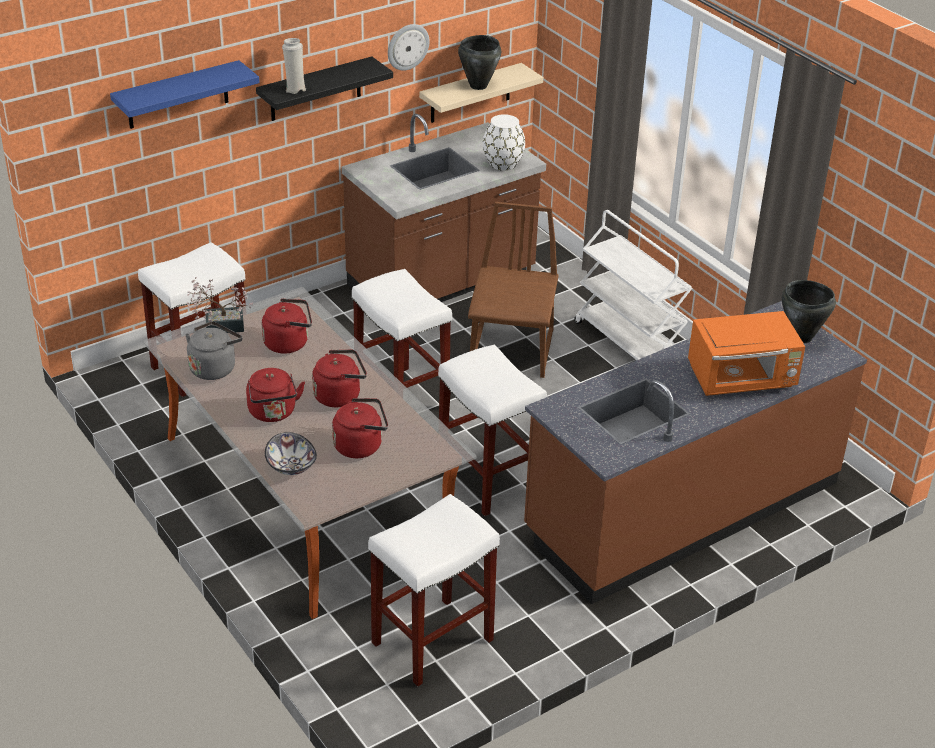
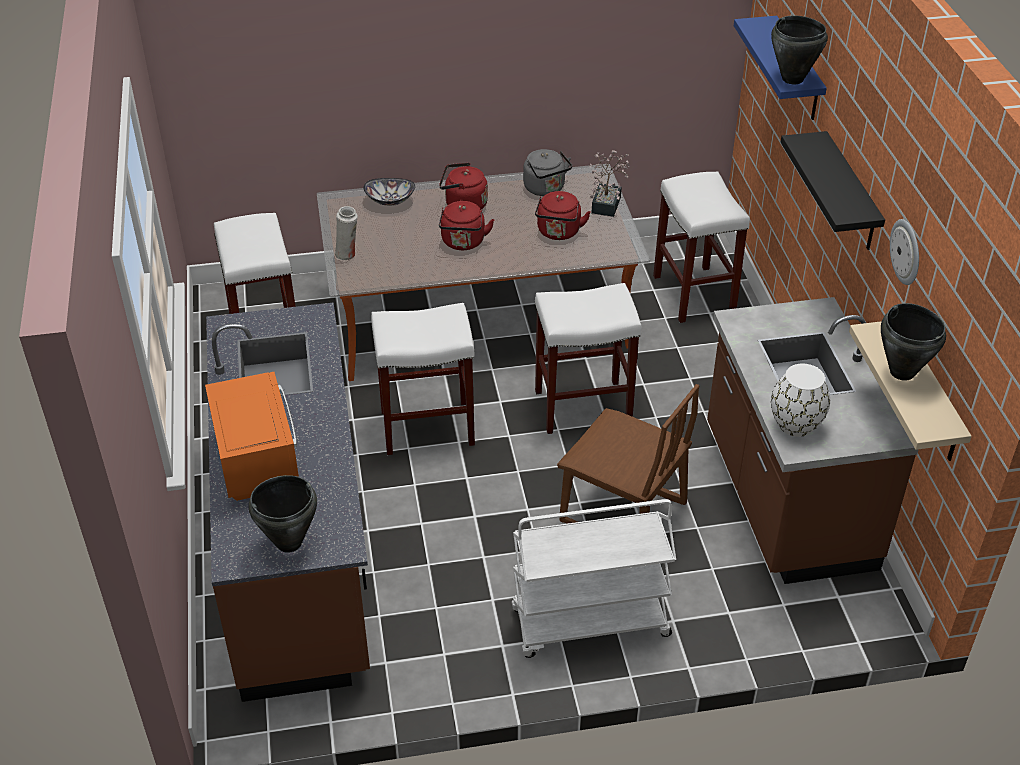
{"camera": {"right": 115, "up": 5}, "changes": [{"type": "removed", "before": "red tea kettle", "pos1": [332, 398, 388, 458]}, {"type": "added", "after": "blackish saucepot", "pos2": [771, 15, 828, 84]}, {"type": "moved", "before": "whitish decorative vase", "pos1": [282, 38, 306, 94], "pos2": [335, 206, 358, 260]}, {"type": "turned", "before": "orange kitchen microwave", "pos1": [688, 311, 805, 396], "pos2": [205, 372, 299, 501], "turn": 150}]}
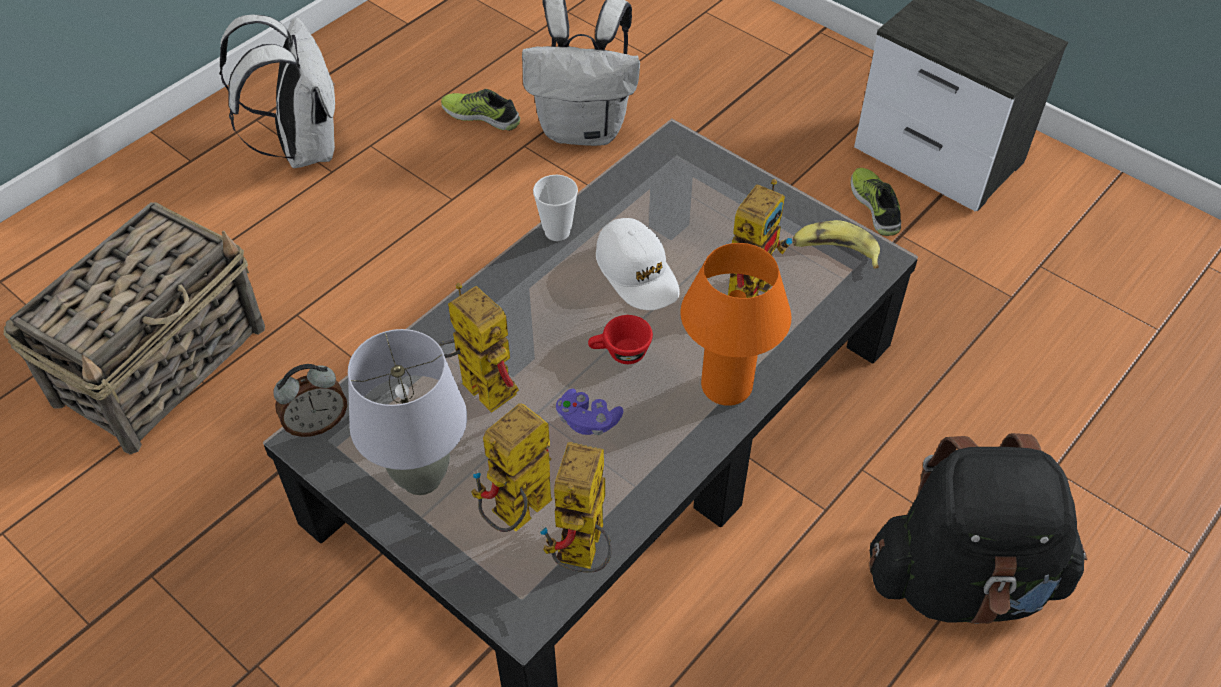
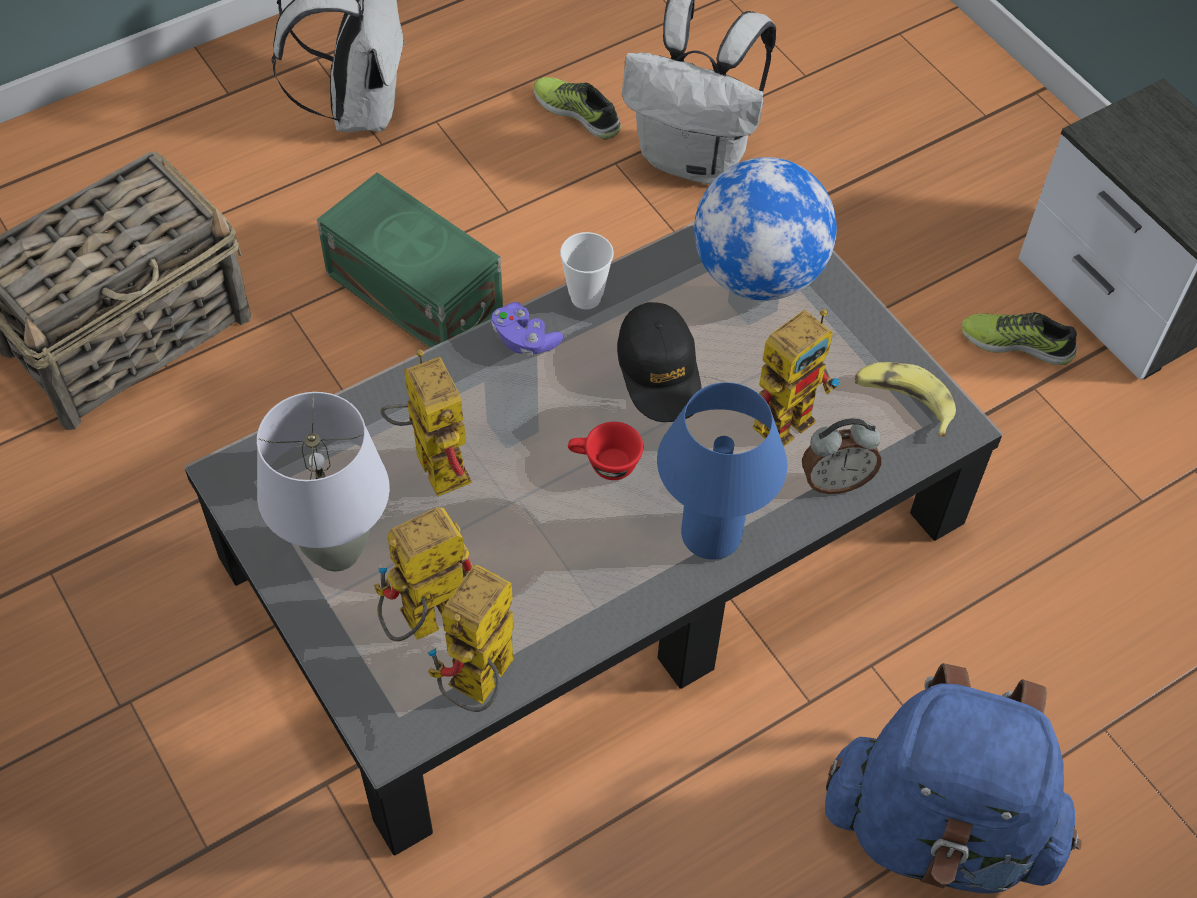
{"camera": {"right": 15, "up": 5}, "changes": [{"type": "added", "after": "green storage bin", "pos2": [317, 172, 503, 348]}, {"type": "added", "after": "world globe", "pos2": [694, 157, 837, 301]}, {"type": "moved", "before": "alarm clock", "pos1": [273, 364, 347, 437], "pos2": [802, 418, 881, 494]}, {"type": "moved", "before": "purple-coloured joypad", "pos1": [556, 389, 623, 436], "pos2": [492, 302, 563, 356]}, {"type": "recoloured", "before": "whitish cap", "after": "blackish cap", "pos1": [596, 218, 680, 310], "pos2": [617, 302, 702, 422]}, {"type": "recoloured", "before": "orange table lamp", "after": "blue table lamp", "pos1": [681, 243, 792, 406], "pos2": [657, 382, 788, 560]}, {"type": "recoloured", "before": "blackish rucksack", "after": "blue rucksack", "pos1": [869, 433, 1087, 624], "pos2": [825, 663, 1082, 894]}, {"type": "turned", "before": "low shoe", "pos1": [851, 168, 901, 236], "pos2": [962, 312, 1077, 365], "turn": -75}]}
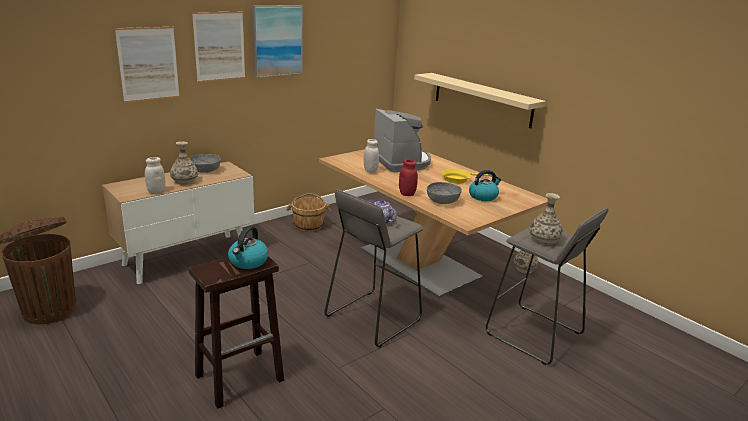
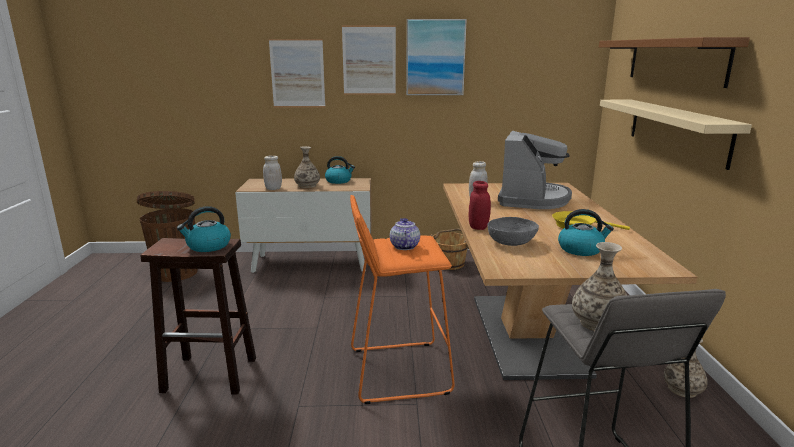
{"camera": {"right": 40, "up": -5}, "changes": [{"type": "added", "after": "brown bracket shelf", "pos2": [599, 37, 750, 88]}, {"type": "replaced", "before": "grey bowl", "after": "tea kettle", "pos1": [190, 154, 221, 173], "pos2": [325, 156, 355, 184]}, {"type": "recoloured", "before": "grey stool seat", "after": "orange stool seat", "pos1": [324, 189, 424, 348], "pos2": [350, 195, 455, 404]}]}
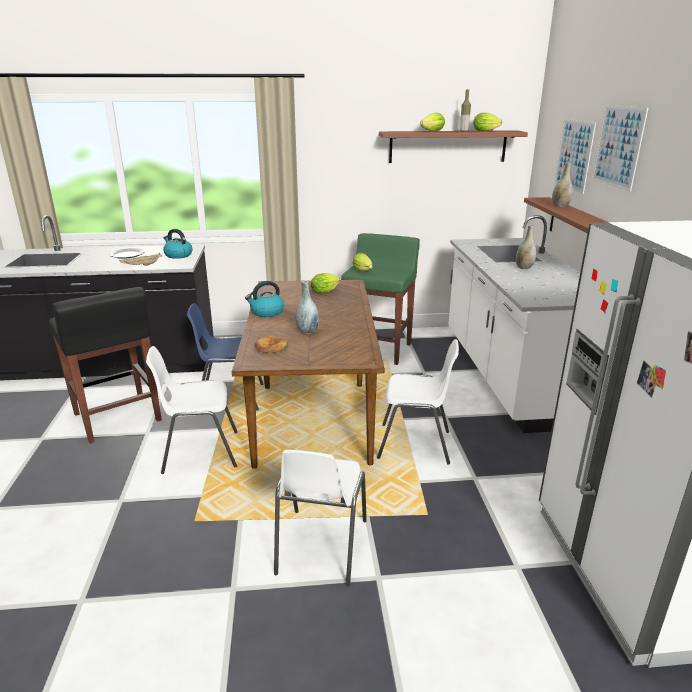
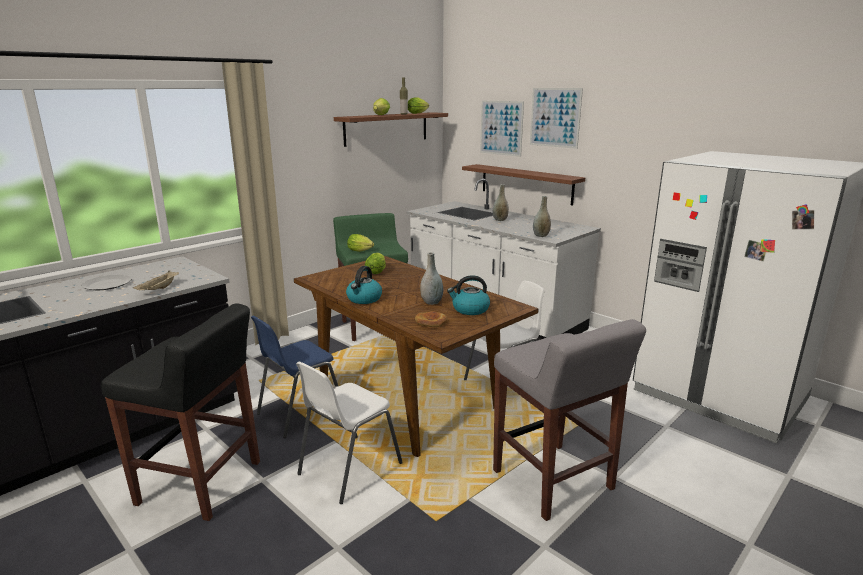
{"camera": {"right": -40, "up": -5}, "changes": [{"type": "moved", "before": "tea kettle", "pos1": [163, 229, 193, 259], "pos2": [447, 275, 490, 315]}, {"type": "moved", "before": "grey decorative vase", "pos1": [552, 162, 573, 208], "pos2": [533, 196, 551, 237]}, {"type": "replaced", "before": "whitish chair", "after": "grey stool seat", "pos1": [274, 450, 367, 586], "pos2": [493, 319, 646, 521]}]}
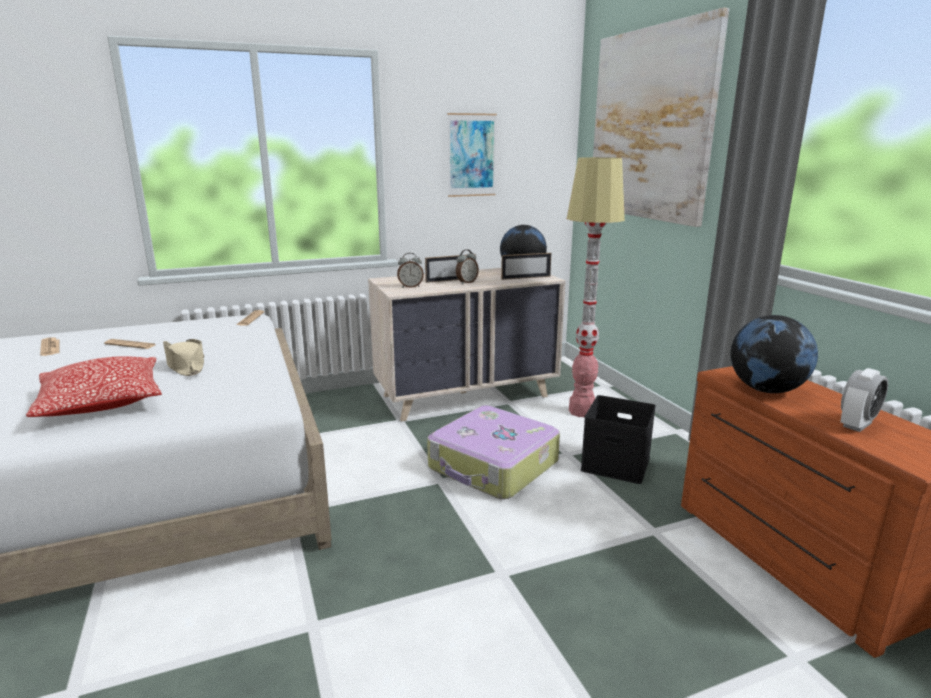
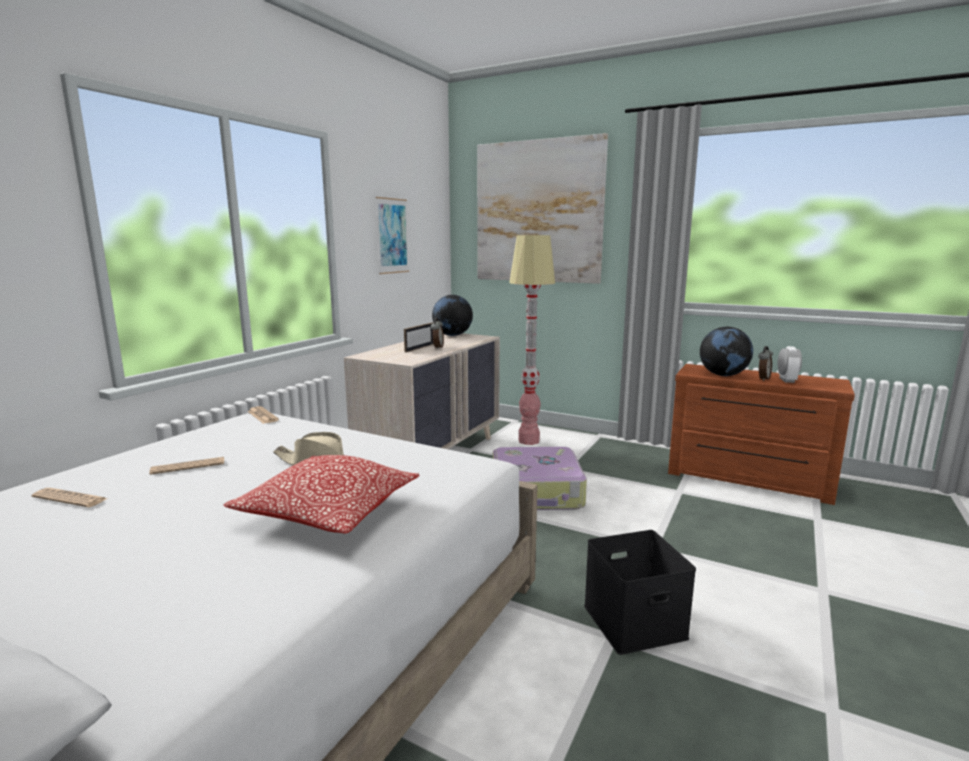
{"camera": {"right": -40, "up": -5}, "changes": [{"type": "removed", "before": "photo frame", "pos1": [501, 253, 551, 280]}, {"type": "moved", "before": "alarm clock", "pos1": [397, 253, 424, 288], "pos2": [758, 346, 773, 381]}, {"type": "moved", "before": "blackish storage bin", "pos1": [581, 395, 656, 484], "pos2": [584, 530, 696, 655]}]}
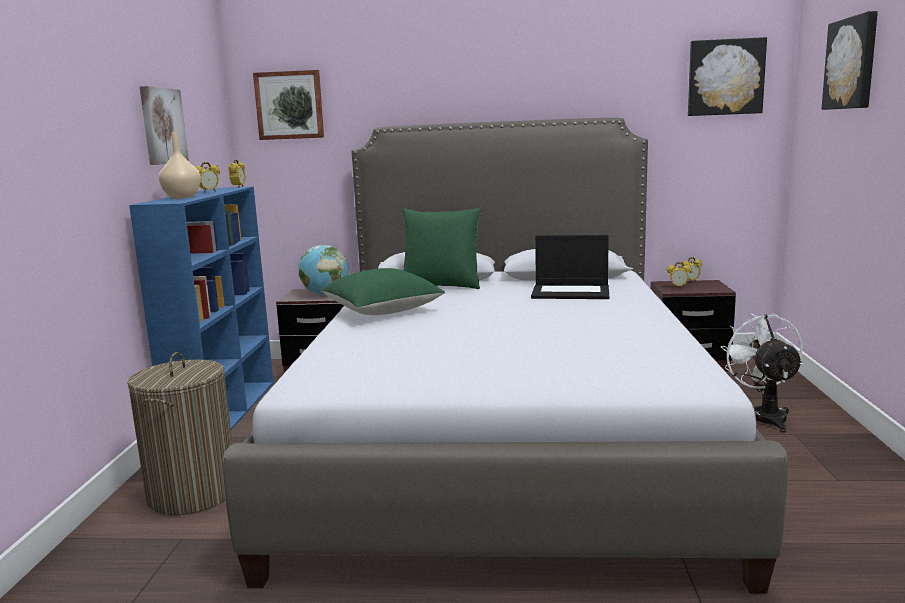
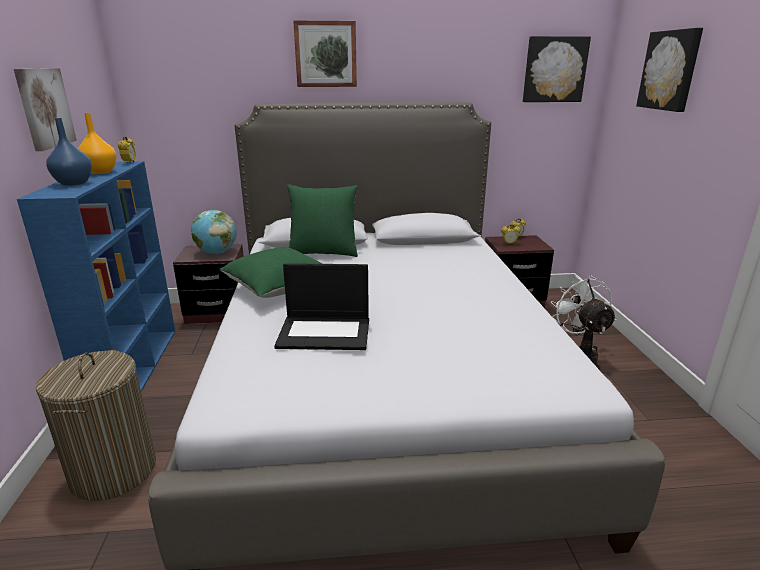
{"camera": {"right": -10, "up": 10}, "changes": [{"type": "moved", "before": "wall art", "pos1": [253, 70, 324, 140], "pos2": [293, 20, 357, 87]}, {"type": "moved", "before": "notebook computer", "pos1": [531, 235, 609, 299], "pos2": [274, 263, 369, 350]}, {"type": "replaced", "before": "alarm clock", "after": "orange decorative vase", "pos1": [195, 162, 220, 193], "pos2": [78, 113, 116, 174]}, {"type": "recoloured", "before": "sand-coloured decorative vase", "after": "blue decorative vase", "pos1": [159, 132, 201, 198], "pos2": [46, 118, 92, 186]}]}
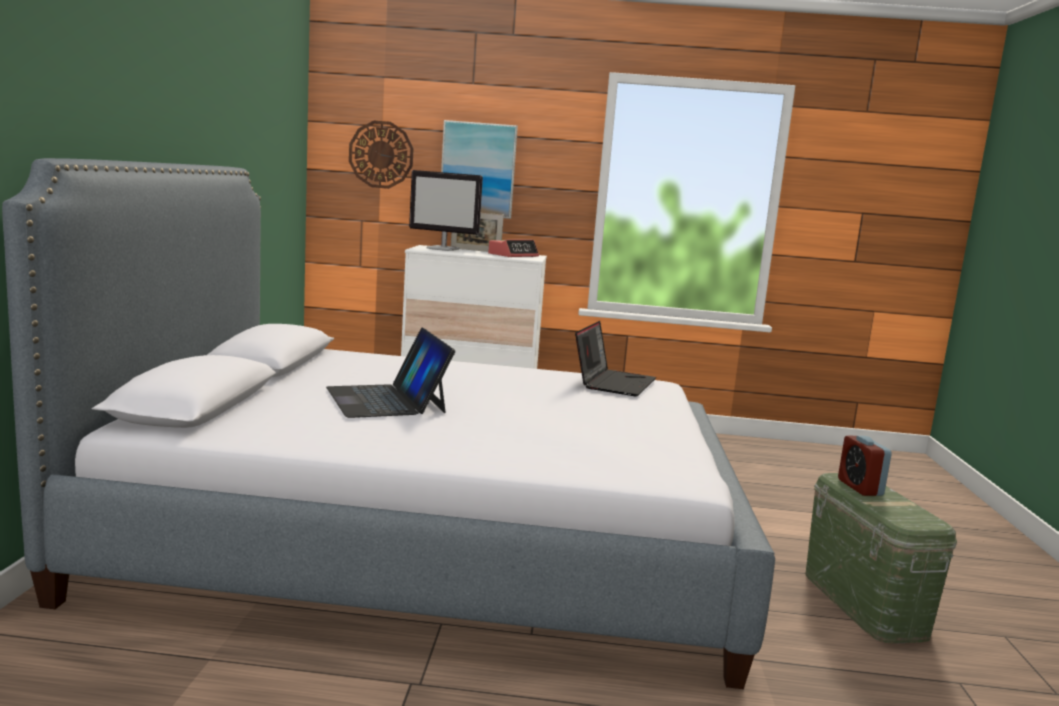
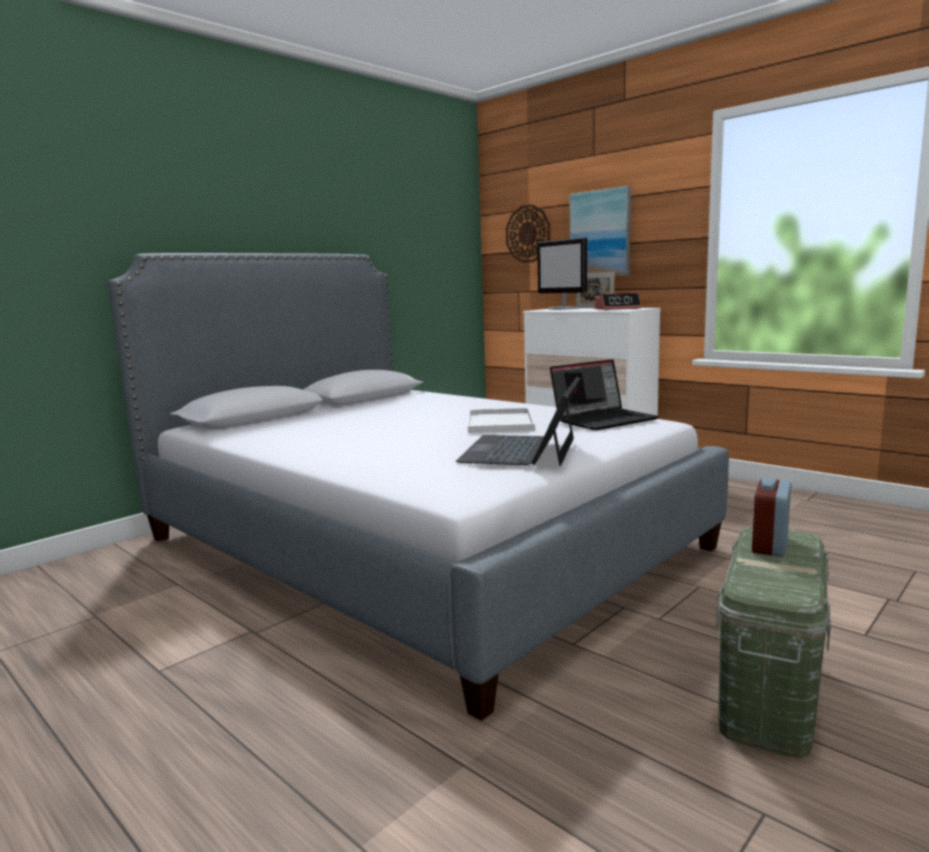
{"camera": {"right": 40, "up": 0}, "changes": [{"type": "added", "after": "whitish tray", "pos2": [468, 408, 535, 433]}, {"type": "moved", "before": "notebook computer", "pos1": [326, 328, 456, 418], "pos2": [456, 377, 580, 466]}]}
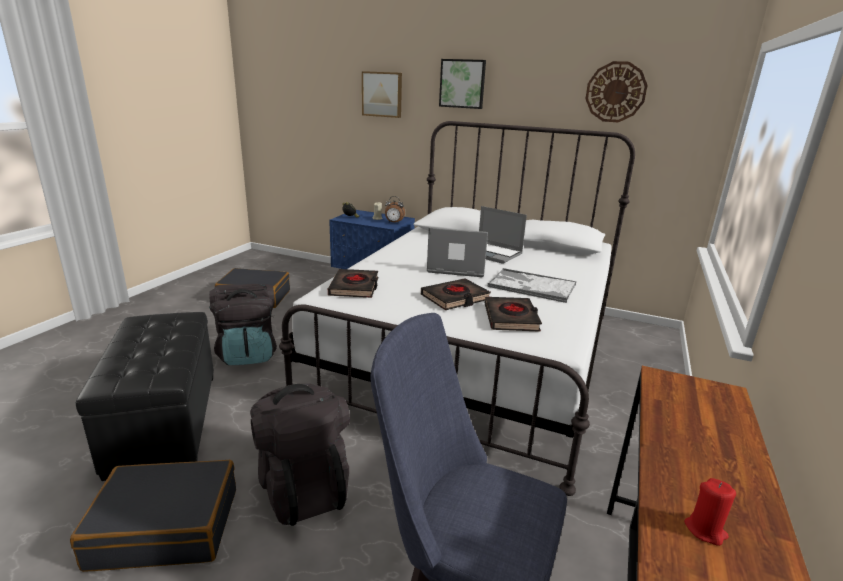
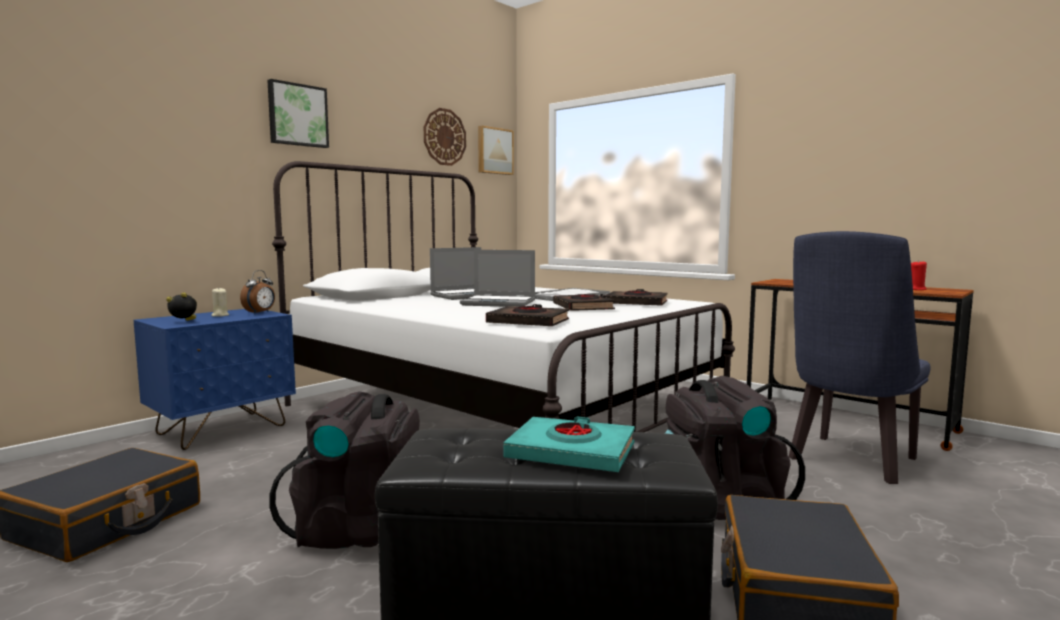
{"camera": {"right": -70, "up": -15}, "changes": [{"type": "added", "after": "blue-green bound book", "pos2": [503, 416, 635, 472]}, {"type": "moved", "before": "wall art", "pos1": [362, 71, 402, 118], "pos2": [478, 126, 514, 175]}, {"type": "turned", "before": "notebook computer", "pos1": [427, 228, 488, 277], "pos2": [460, 250, 535, 307], "turn": -105}]}
